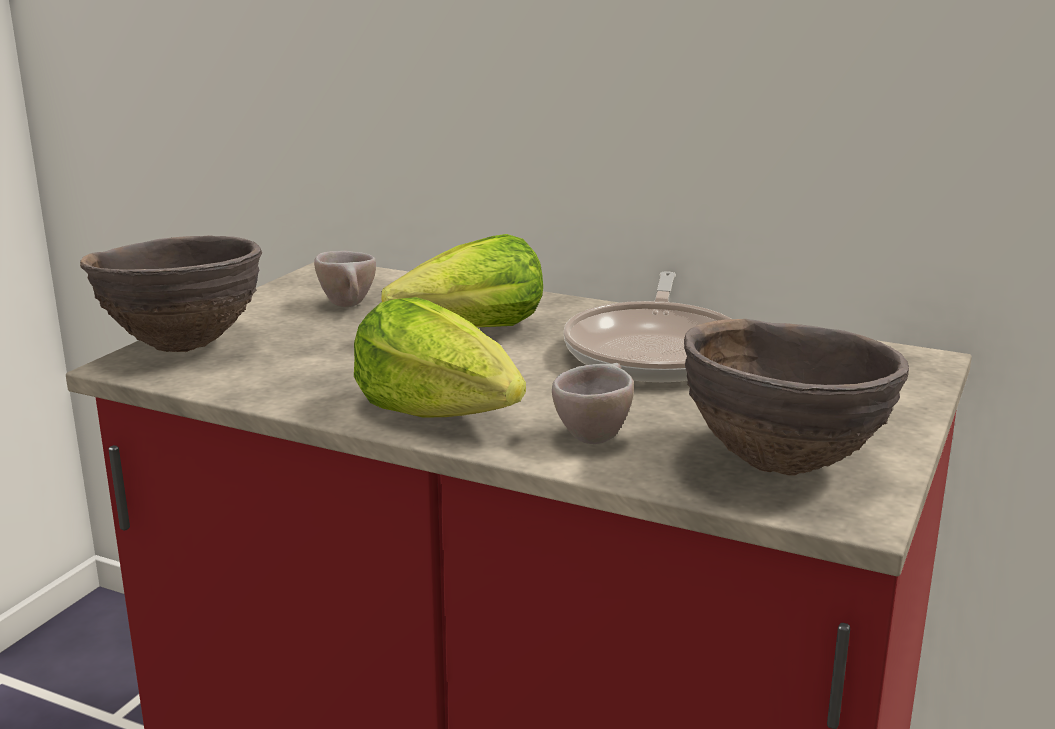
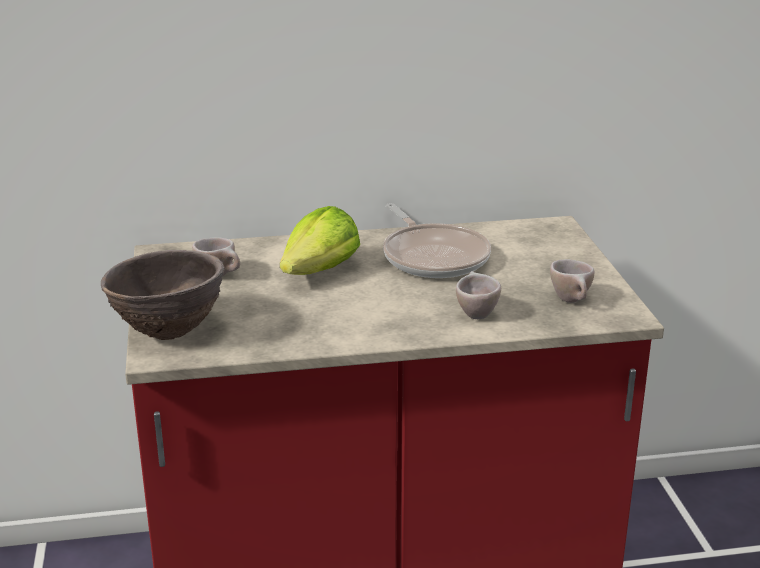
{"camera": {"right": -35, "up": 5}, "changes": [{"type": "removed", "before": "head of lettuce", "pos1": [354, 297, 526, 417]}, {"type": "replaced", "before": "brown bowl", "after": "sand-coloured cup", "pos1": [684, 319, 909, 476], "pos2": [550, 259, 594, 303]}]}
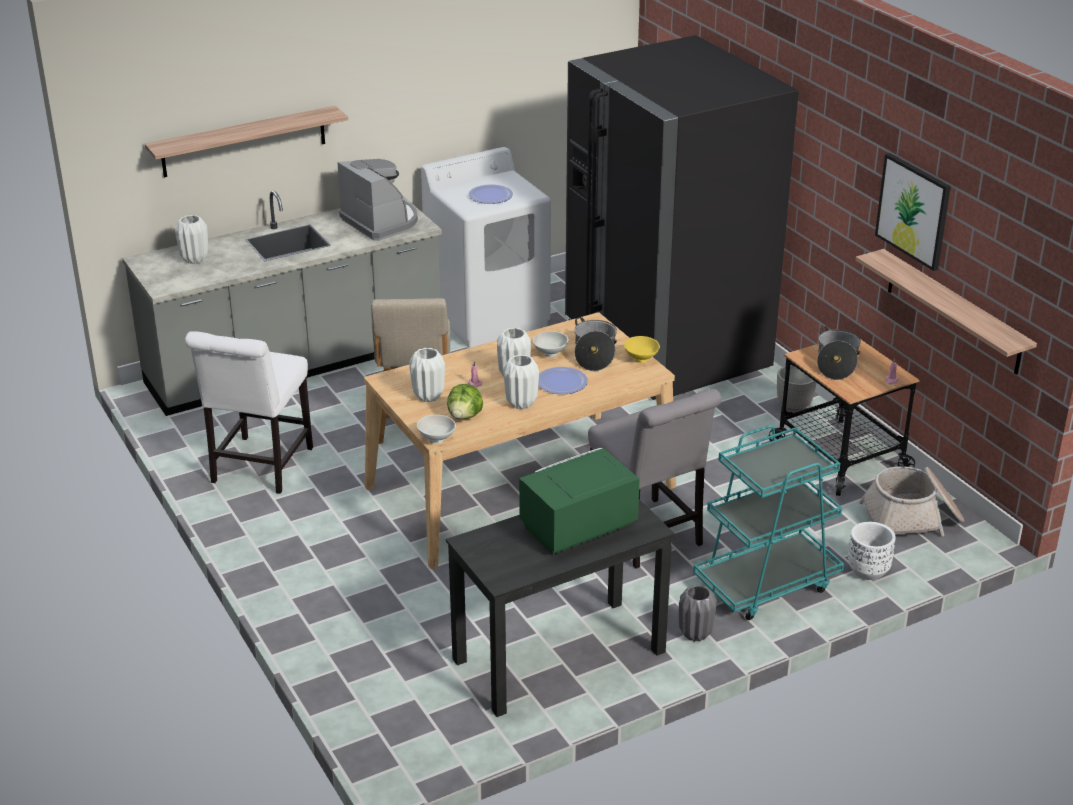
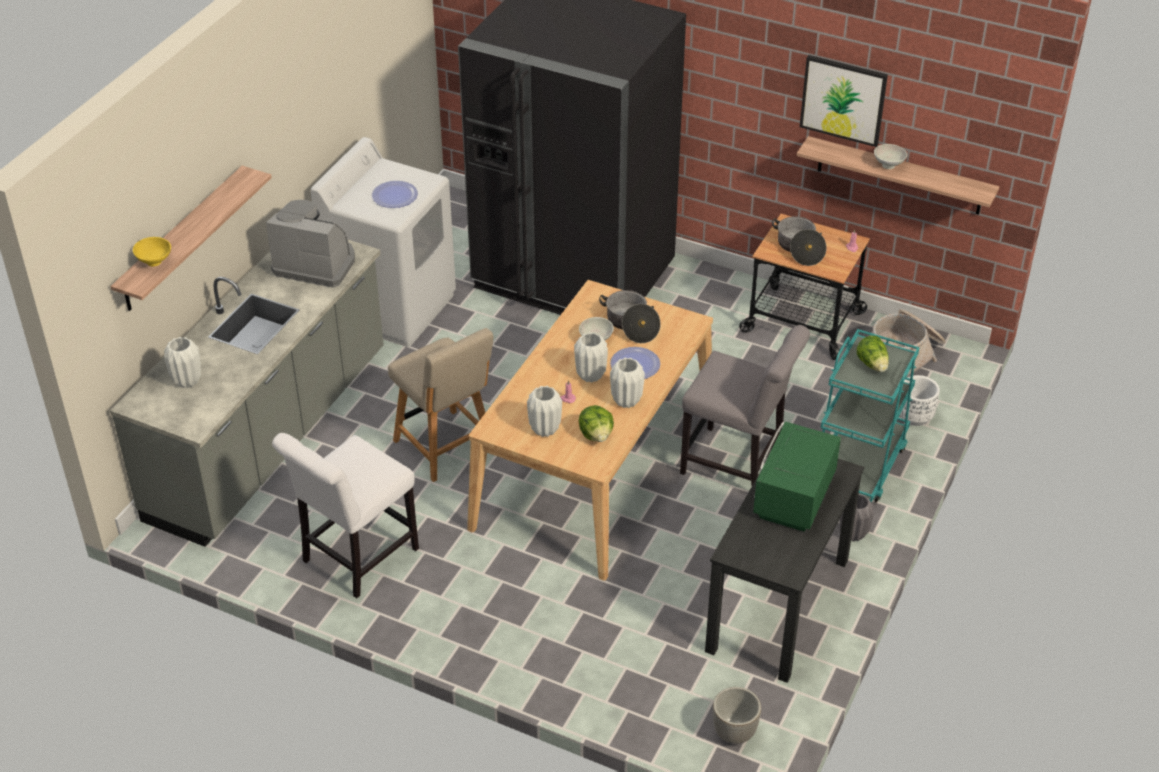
{"camera": {"right": -35, "up": 10}, "changes": [{"type": "added", "after": "head of lettuce", "pos2": [857, 336, 889, 372]}, {"type": "moved", "before": "whitish bowl", "pos1": [417, 415, 456, 444], "pos2": [874, 144, 907, 169]}, {"type": "moved", "before": "yellow-coloured bowl", "pos1": [624, 336, 660, 363], "pos2": [133, 237, 171, 266]}, {"type": "moved", "before": "flower pot", "pos1": [777, 365, 817, 411], "pos2": [713, 687, 761, 744]}, {"type": "turned", "before": "whitish chair", "pos1": [185, 331, 313, 494], "pos2": [272, 433, 419, 598], "turn": 60}]}
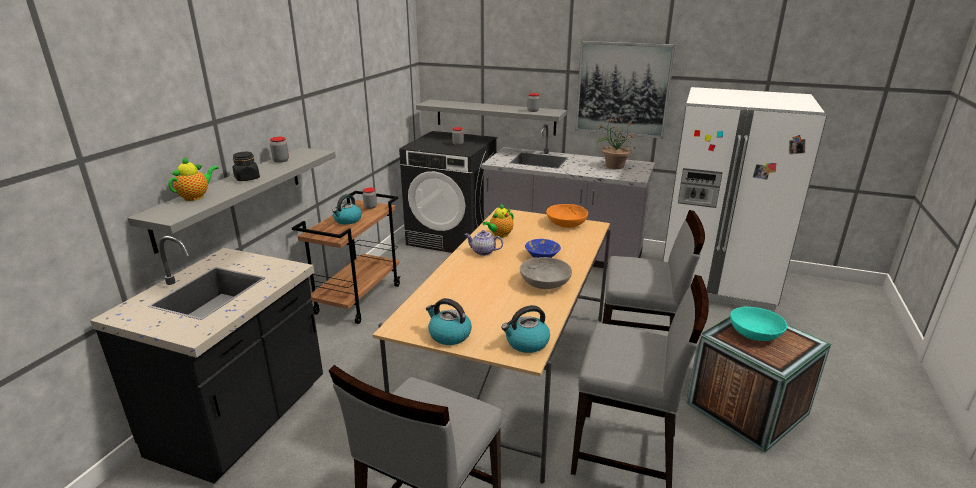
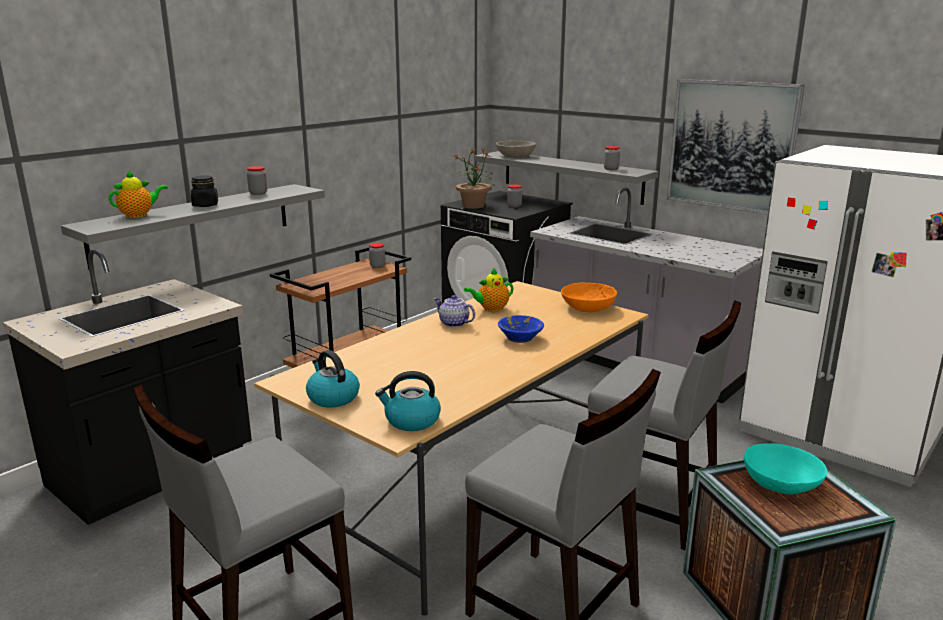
{"camera": {"right": 20, "up": -5}, "changes": [{"type": "removed", "before": "tea kettle", "pos1": [332, 194, 362, 225]}, {"type": "moved", "before": "grey bowl", "pos1": [520, 257, 572, 289], "pos2": [496, 140, 536, 157]}, {"type": "moved", "before": "plant in a pot", "pos1": [597, 118, 635, 169], "pos2": [450, 149, 493, 209]}]}
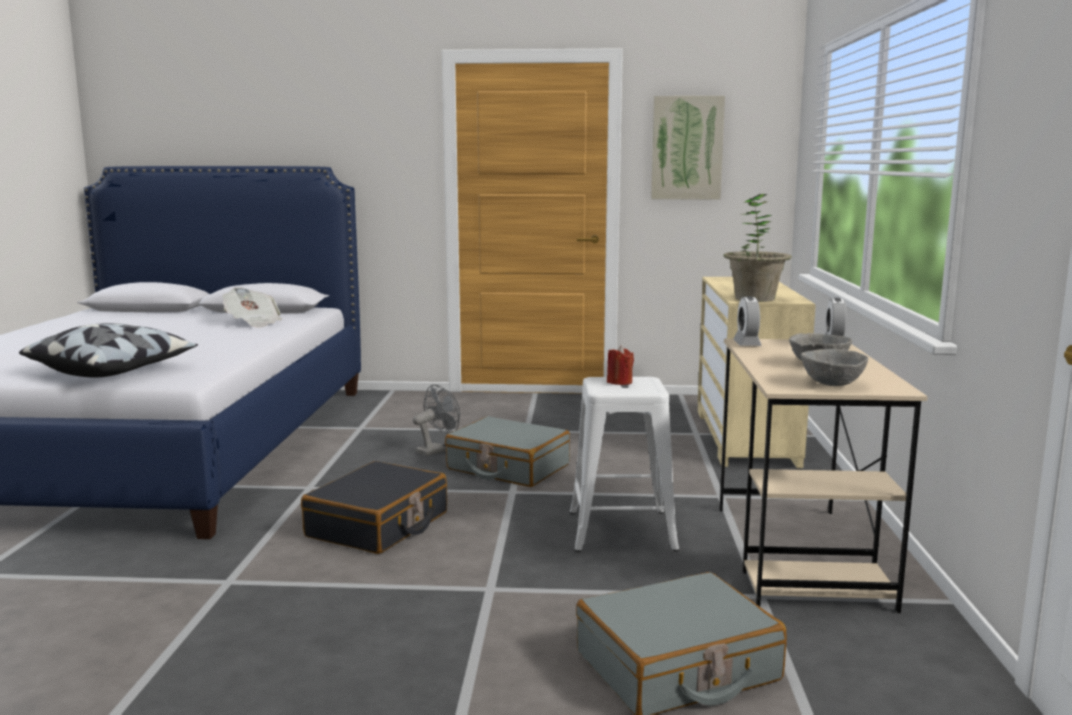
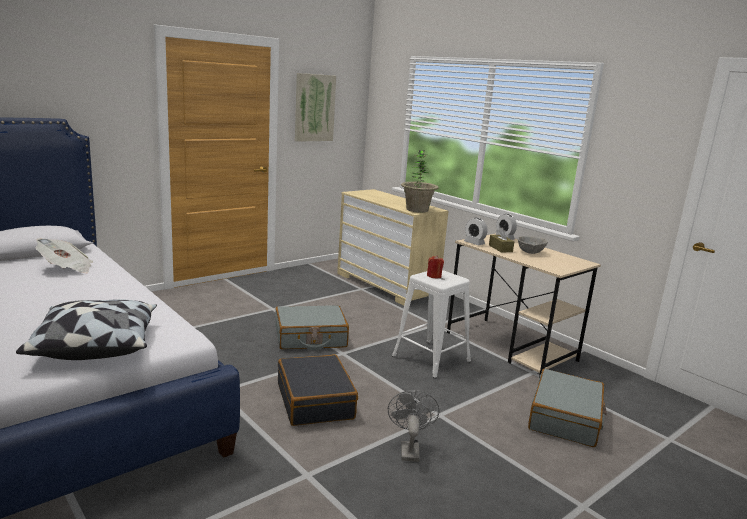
{"camera": {"right": -45, "up": 5}, "changes": [{"type": "removed", "before": "grey bowl", "pos1": [801, 349, 868, 386]}, {"type": "added", "after": "brown tissue holder", "pos2": [489, 228, 514, 252]}, {"type": "moved", "before": "grey cooling fan", "pos1": [413, 384, 460, 456], "pos2": [388, 390, 439, 462]}]}
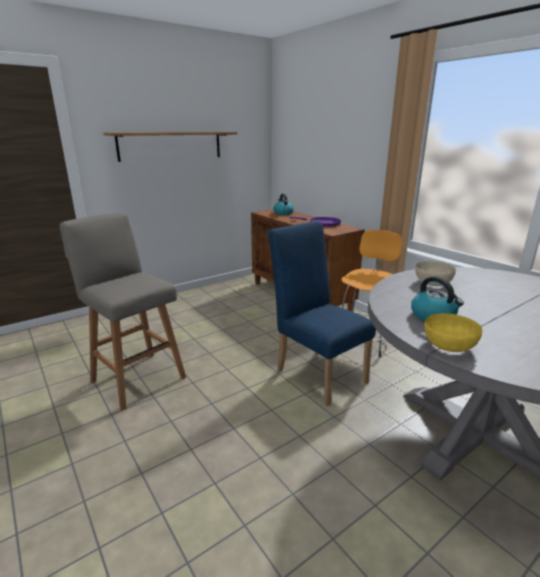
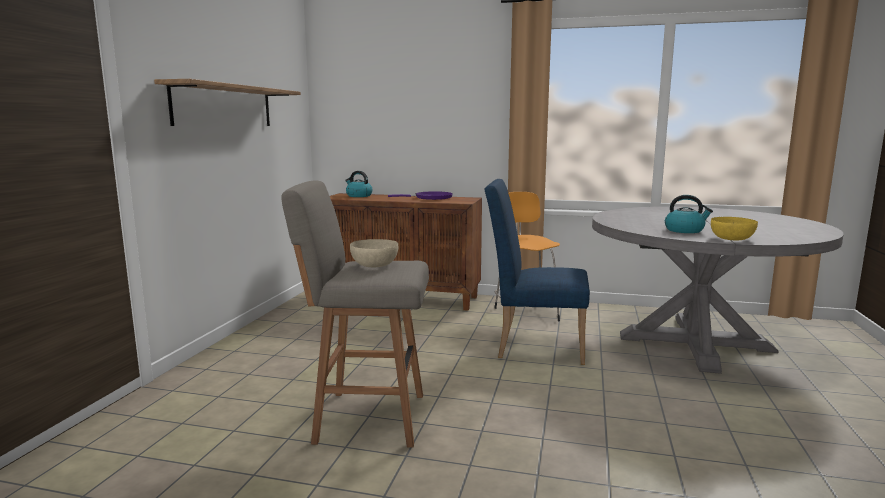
{"camera": {"right": -40, "up": -10}, "changes": [{"type": "moved", "before": "sand-coloured bowl", "pos1": [415, 261, 456, 286], "pos2": [350, 239, 398, 267]}]}
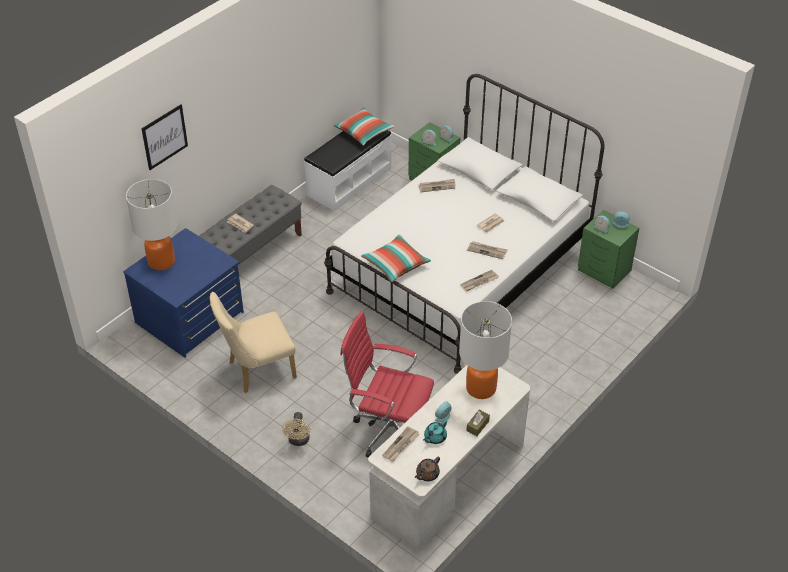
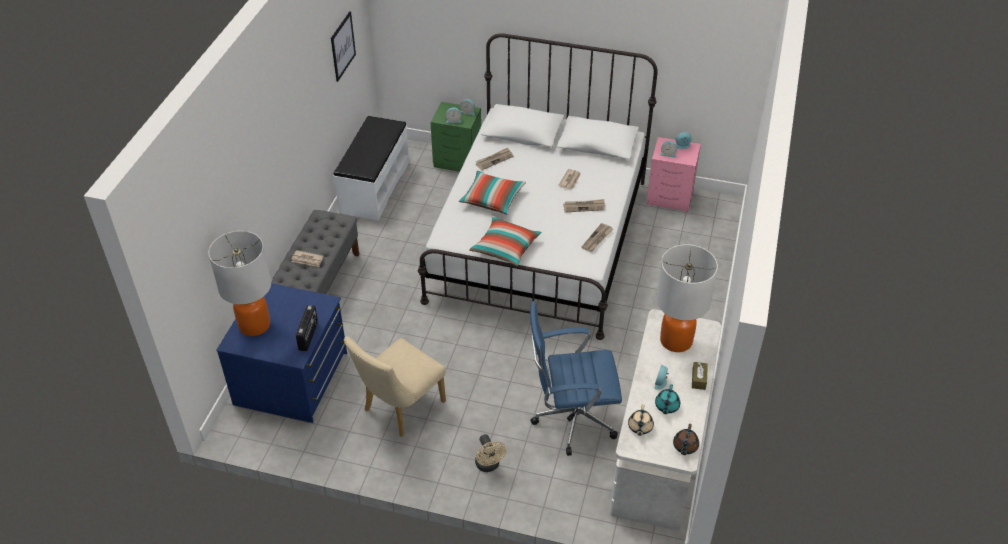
{"camera": {"right": -25, "up": 0}, "changes": [{"type": "added", "after": "radio receiver", "pos2": [296, 305, 318, 351]}, {"type": "moved", "before": "wall art", "pos1": [142, 104, 188, 170], "pos2": [331, 11, 356, 82]}, {"type": "moved", "before": "throw pillow", "pos1": [334, 108, 395, 146], "pos2": [459, 171, 526, 215]}, {"type": "replaced", "before": "printed paper", "after": "sand-coloured pot for tea", "pos1": [382, 426, 420, 461], "pos2": [628, 404, 654, 436]}, {"type": "recoloured", "before": "red computer chair", "after": "blue computer chair", "pos1": [340, 311, 434, 457], "pos2": [530, 301, 622, 456]}, {"type": "recoloured", "before": "green nightstand", "after": "pink-coloured nightstand", "pos1": [578, 210, 639, 289], "pos2": [647, 137, 701, 212]}]}
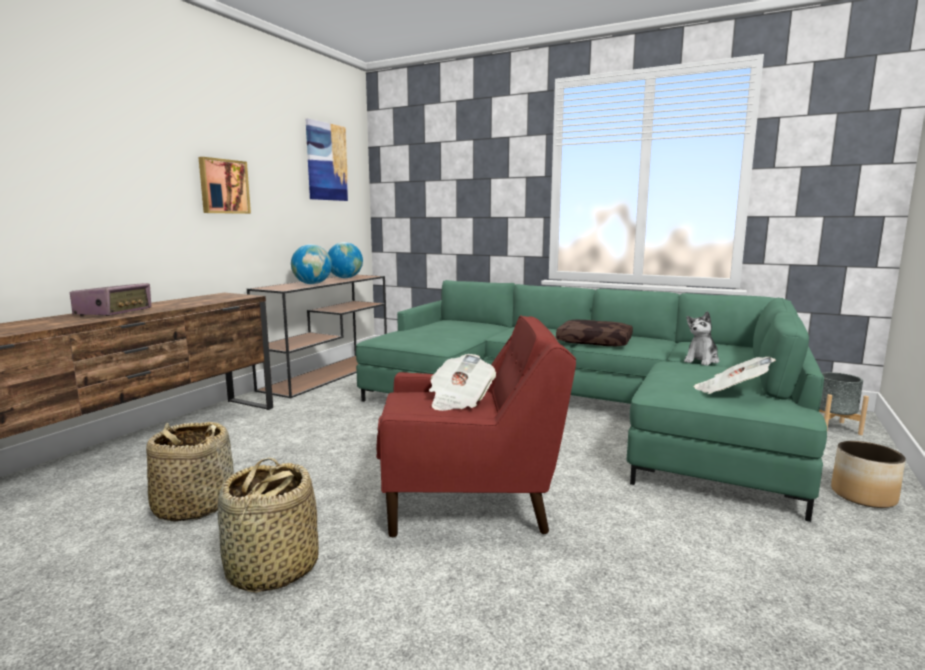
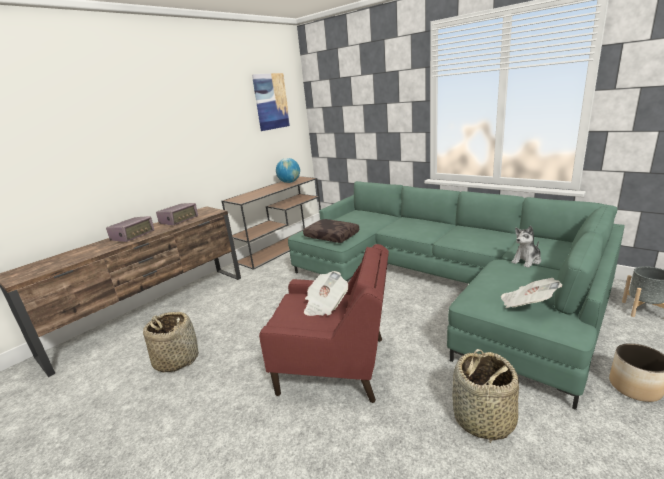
{"camera": {"right": 15, "up": 10}, "changes": [{"type": "removed", "before": "wall art", "pos1": [198, 157, 251, 214]}, {"type": "removed", "before": "world globe", "pos1": [291, 244, 332, 284]}, {"type": "added", "after": "radio receiver", "pos2": [156, 203, 198, 225]}, {"type": "moved", "before": "household basket", "pos1": [218, 457, 319, 593], "pos2": [452, 349, 519, 443]}, {"type": "moved", "before": "brown throw pillow", "pos1": [556, 320, 633, 346], "pos2": [303, 219, 359, 243]}]}
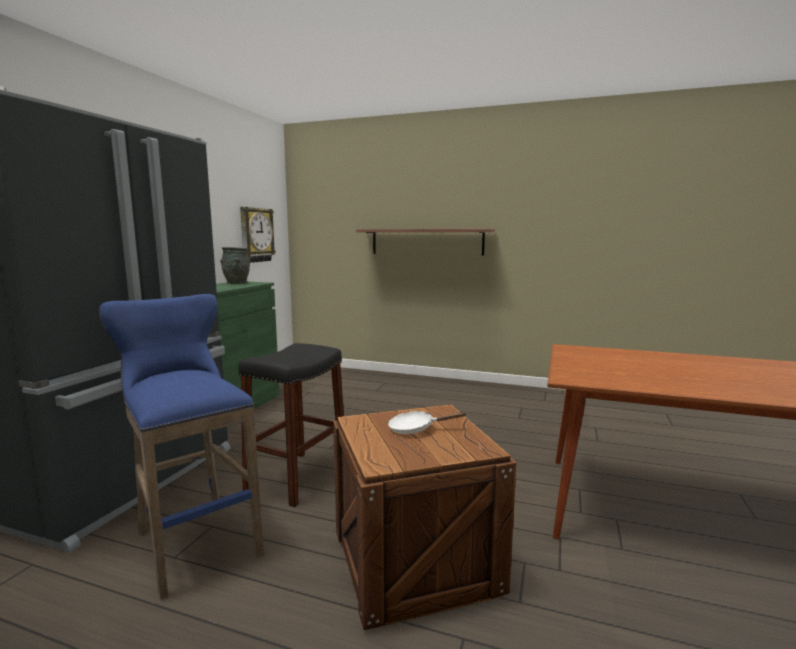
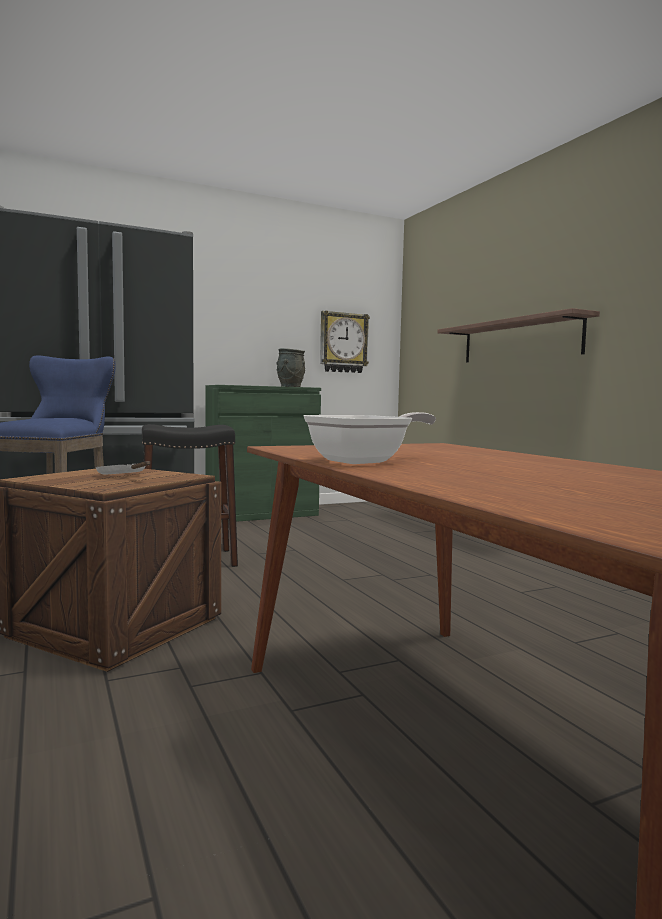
{"camera": {"right": 45, "up": -5}, "changes": [{"type": "added", "after": "skillet", "pos2": [303, 412, 436, 464]}]}
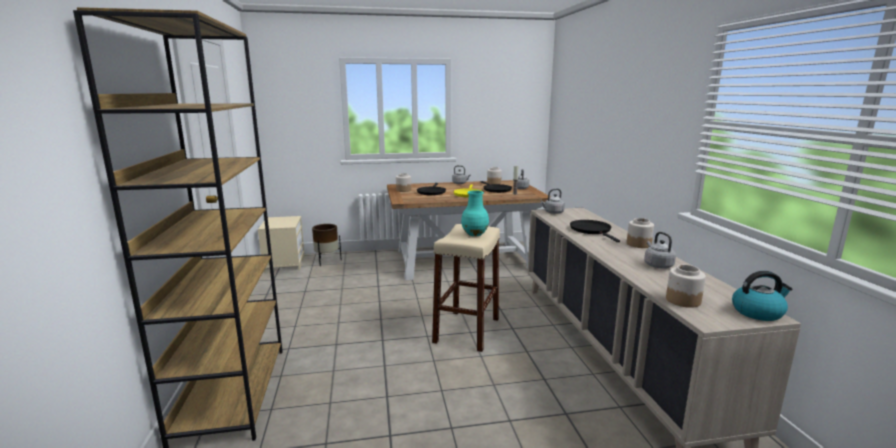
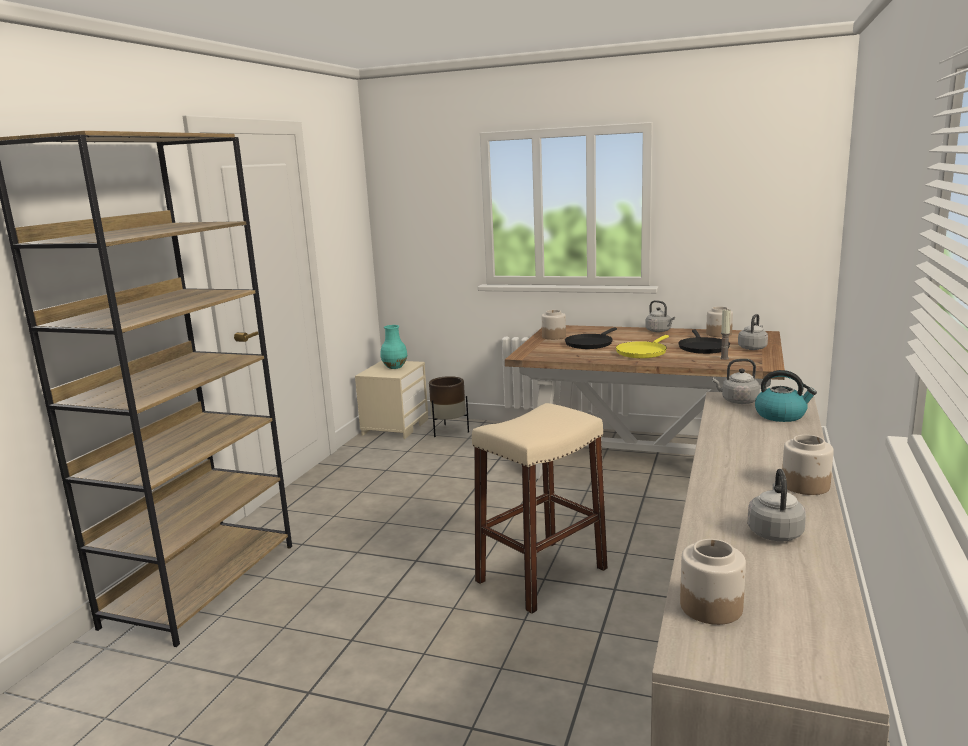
{"camera": {"right": 30, "up": 0}, "changes": [{"type": "removed", "before": "blackish skillet", "pos1": [570, 220, 620, 242]}, {"type": "moved", "before": "blue-green decorative vase", "pos1": [461, 190, 489, 236], "pos2": [381, 325, 407, 369]}, {"type": "moved", "before": "tea kettle", "pos1": [732, 271, 793, 321], "pos2": [755, 370, 817, 422]}]}
